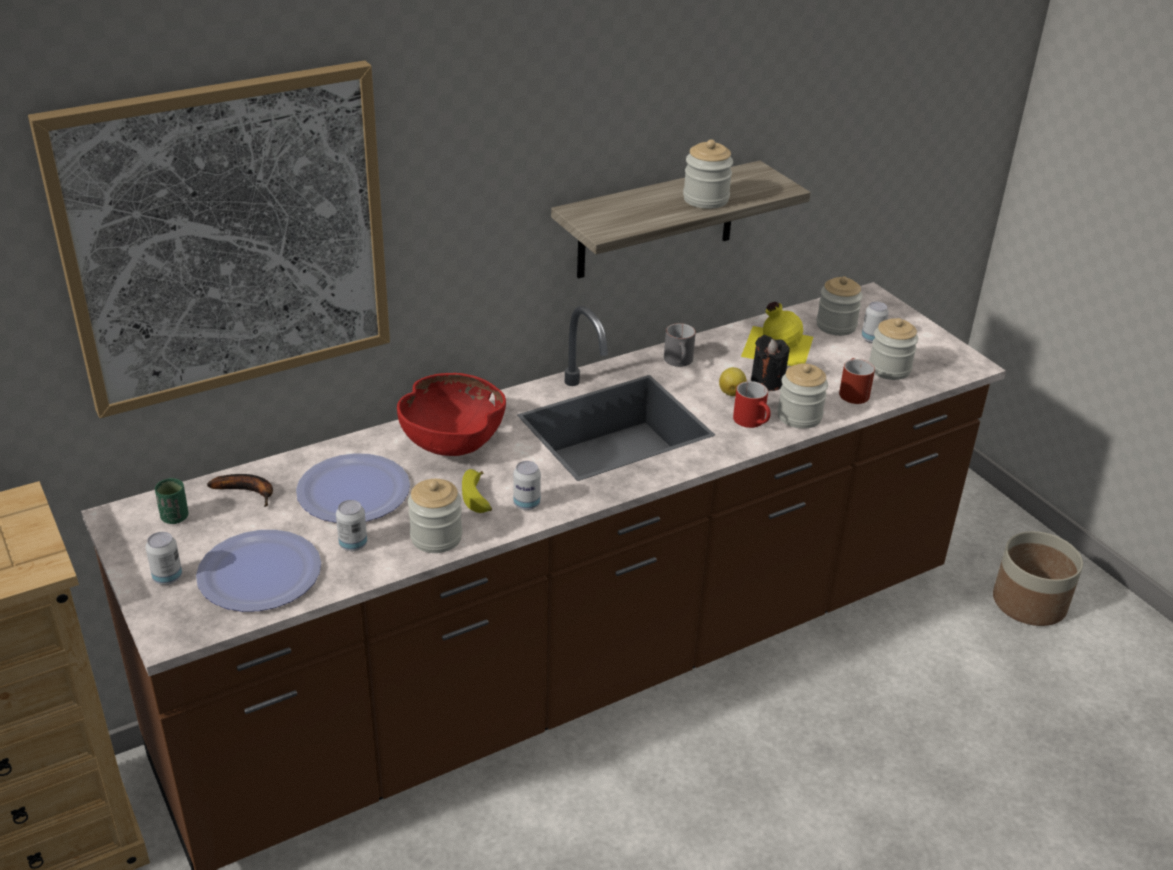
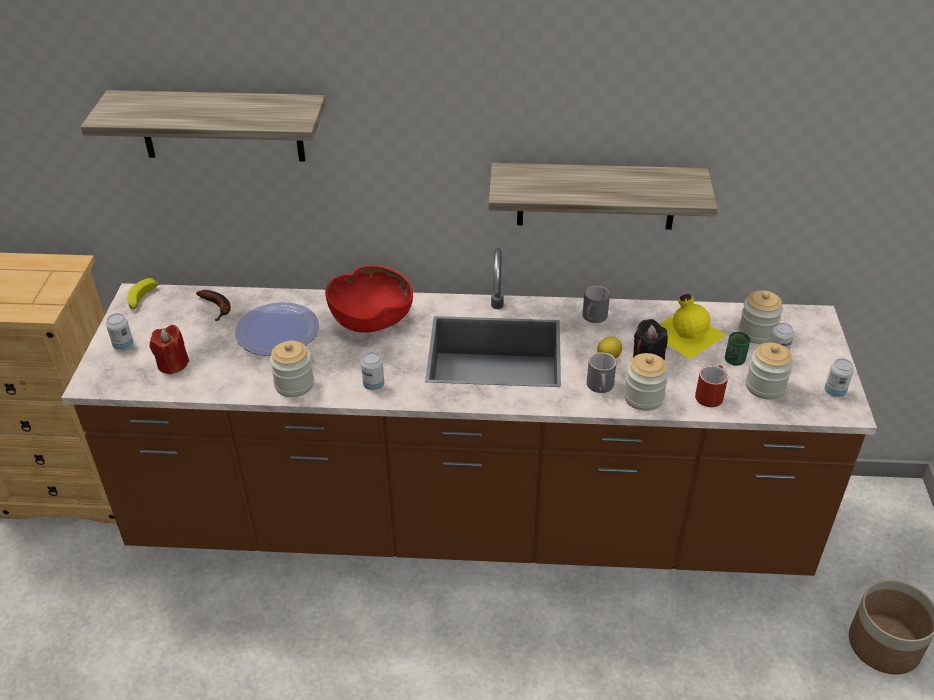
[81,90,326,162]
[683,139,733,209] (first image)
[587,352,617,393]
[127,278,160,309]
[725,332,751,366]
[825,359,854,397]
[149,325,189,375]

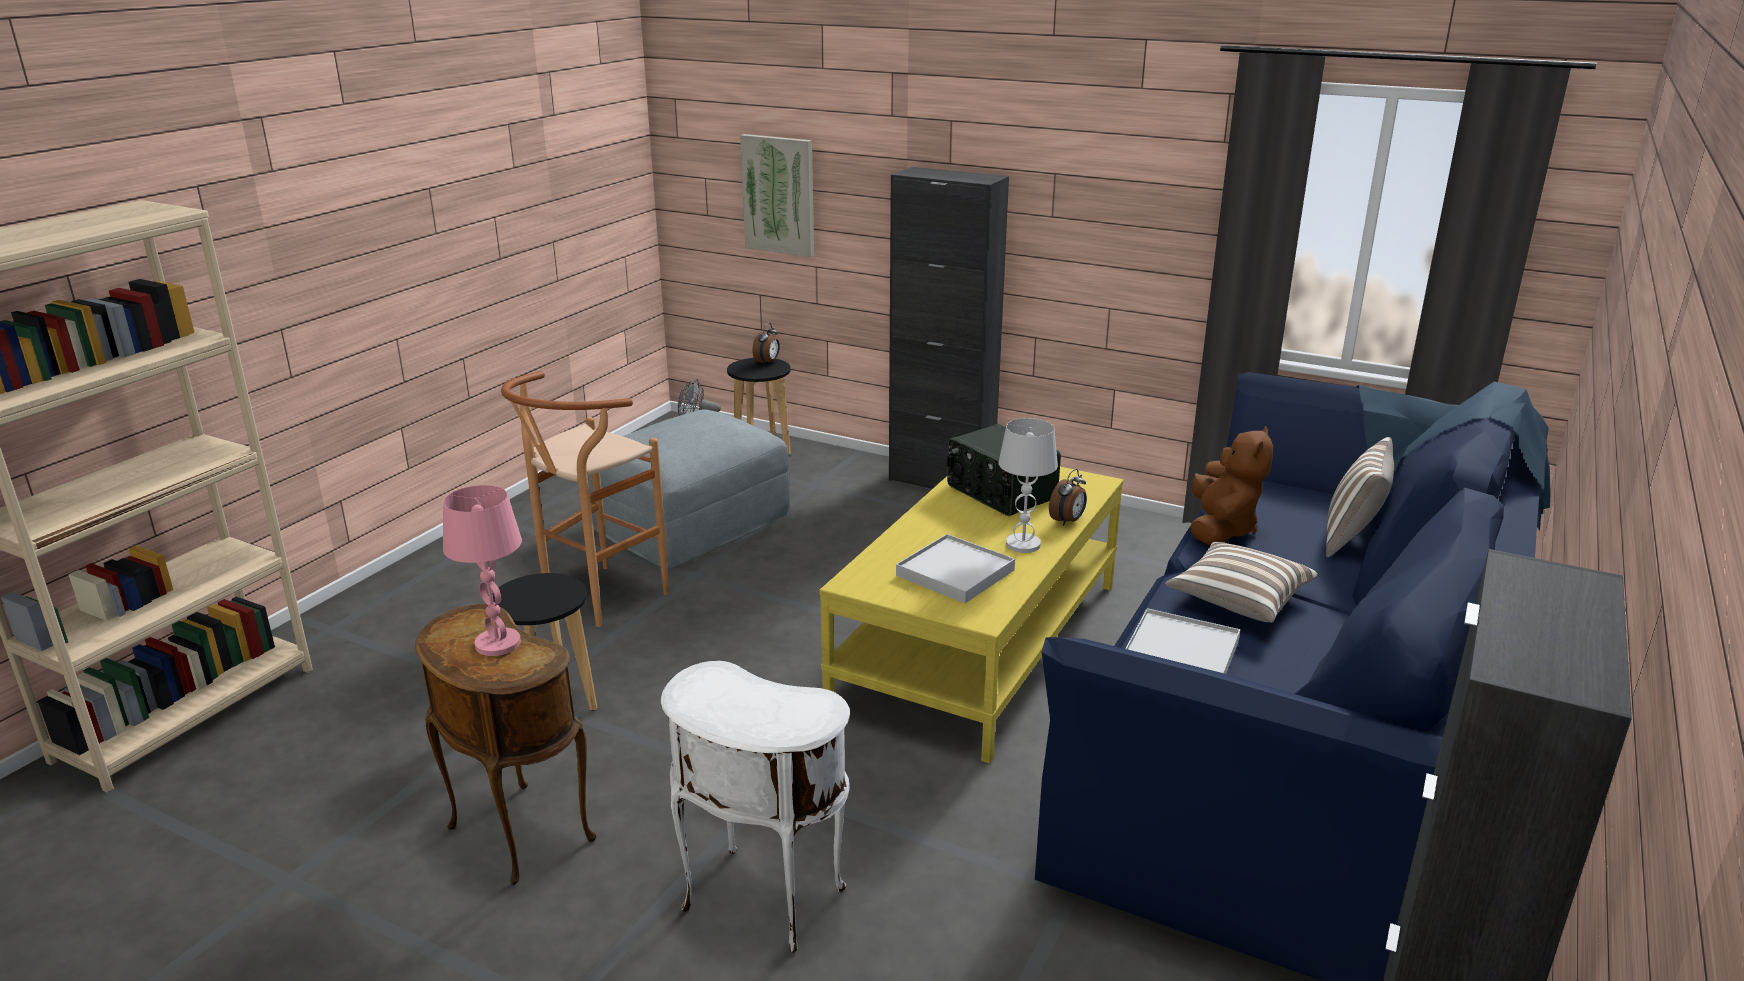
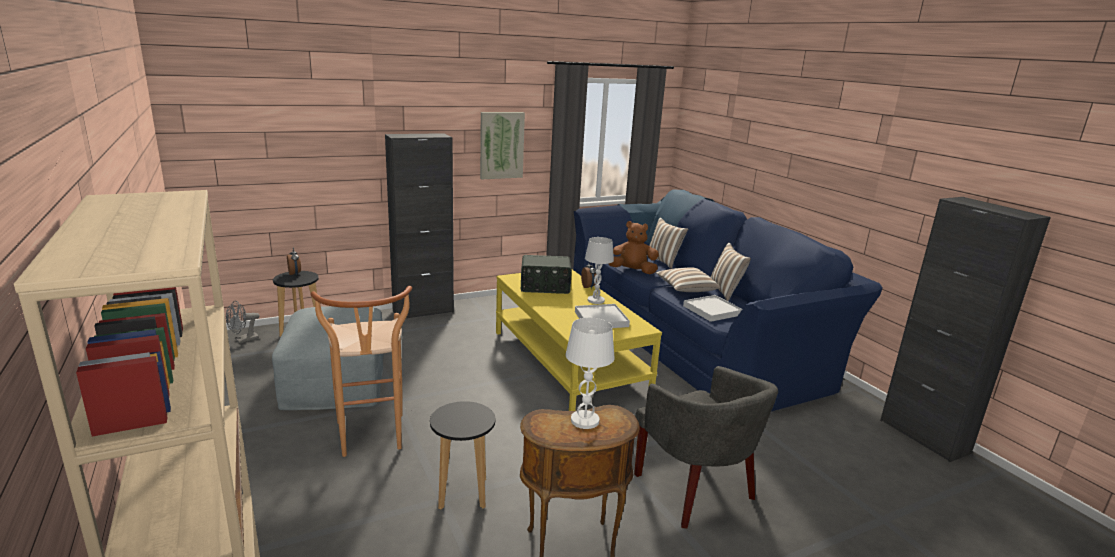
[480,112,525,179]
[608,221,659,274]
[566,317,615,429]
[634,366,778,529]
[711,243,751,301]

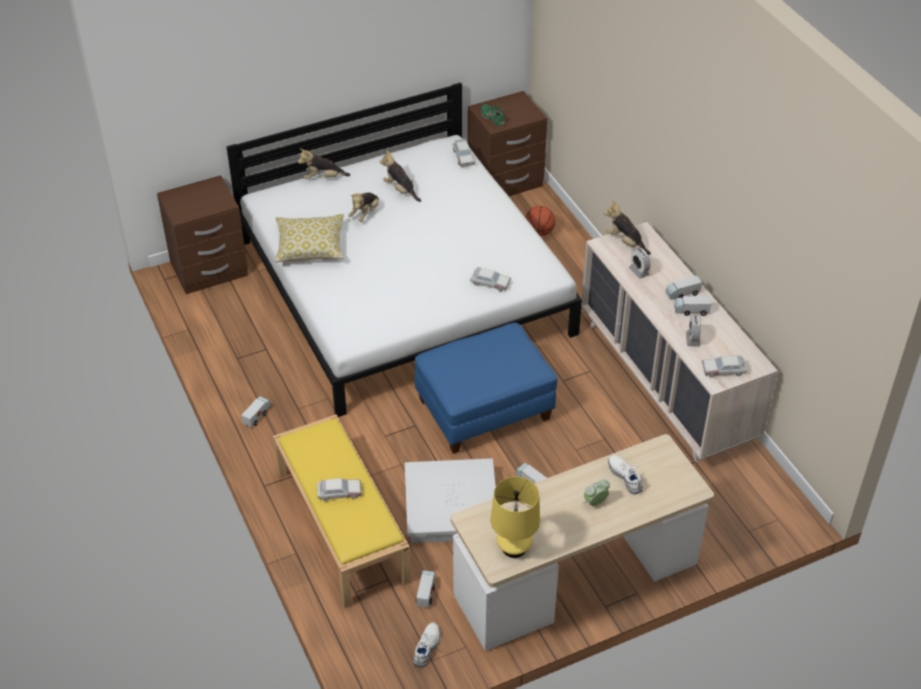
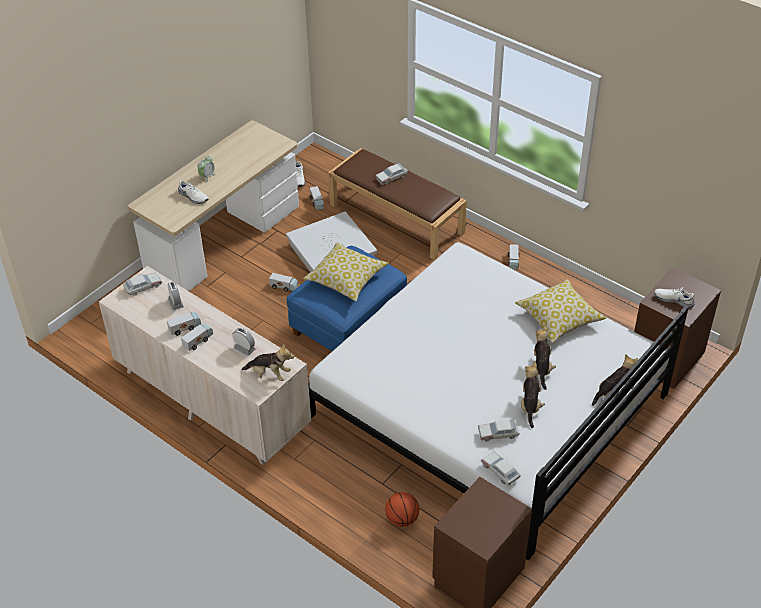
[481,104,507,126] (first image)
[521,362,545,428]
[478,420,519,442]
[328,148,467,260]
[491,477,540,558] (first image)
[303,242,389,302]
[654,287,695,308]

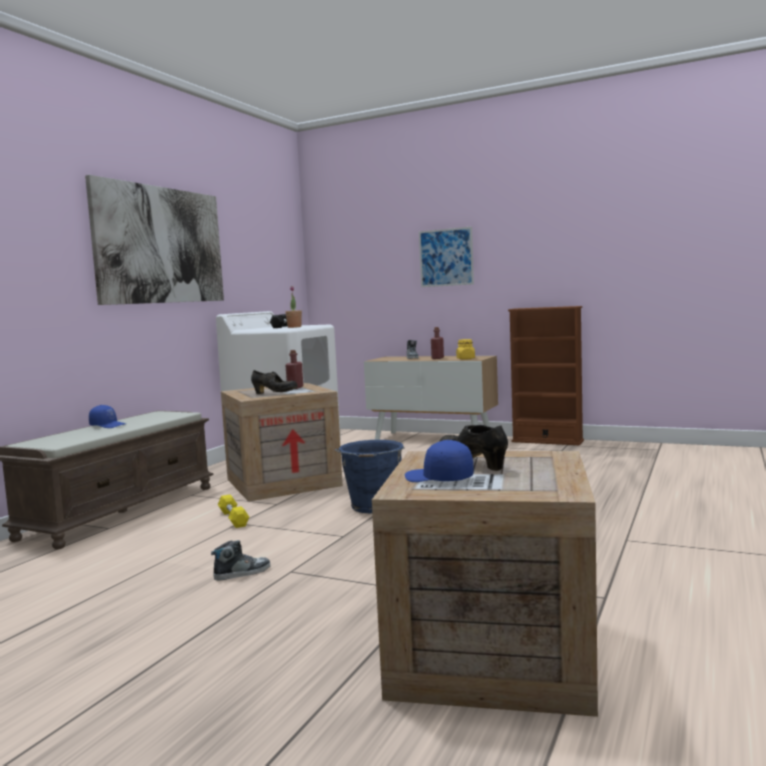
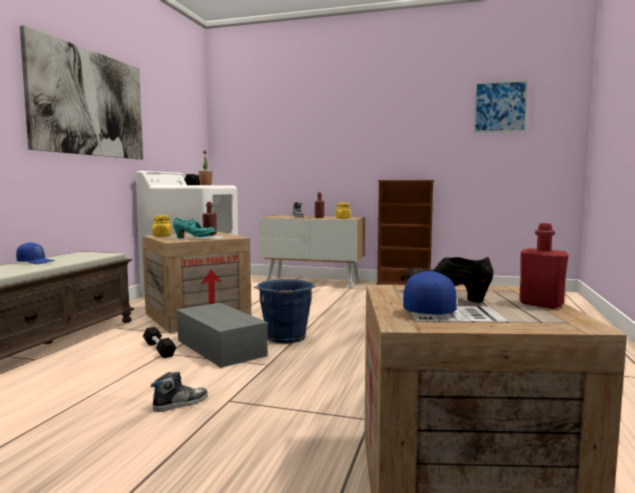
[473,80,529,133]
[173,217,216,238]
[403,271,457,315]
[143,327,176,358]
[152,216,172,237]
[519,223,569,309]
[176,303,268,368]

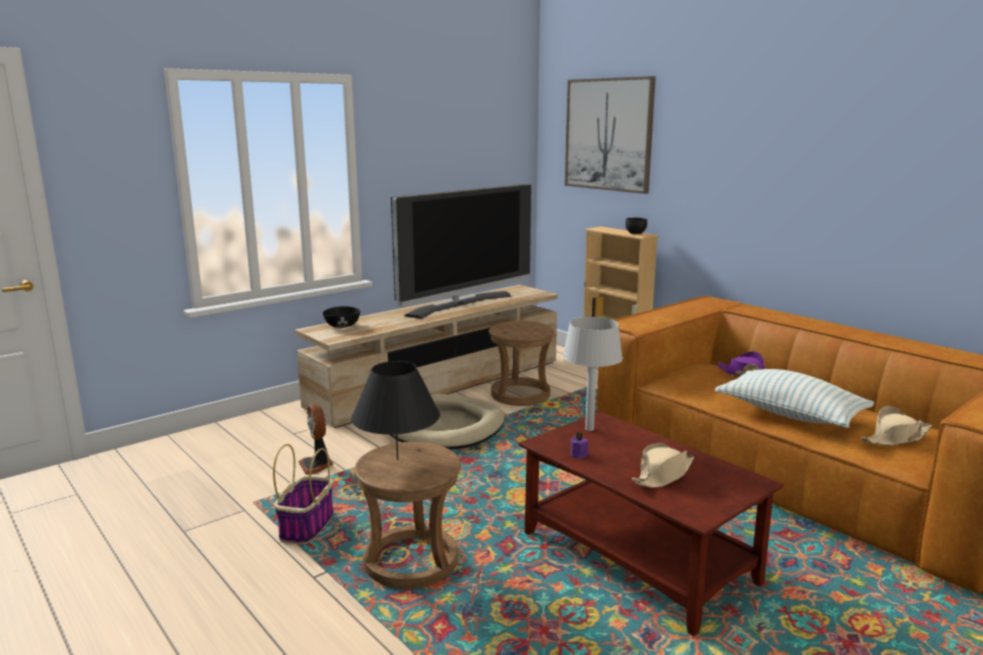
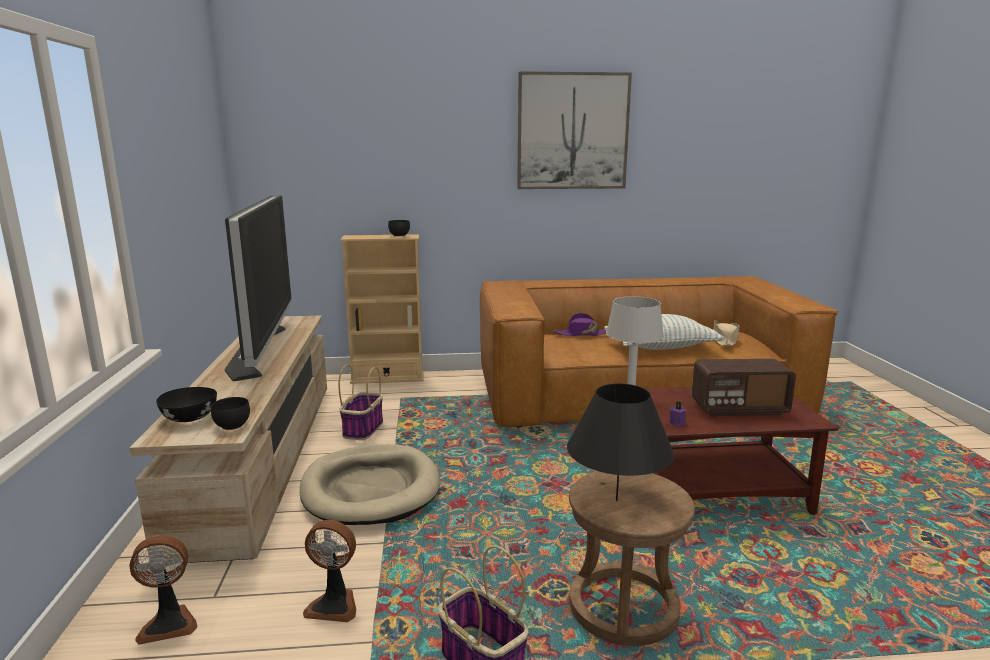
[517,71,632,189]
[338,364,383,440]
[692,359,796,416]
[211,397,250,430]
[129,535,198,645]

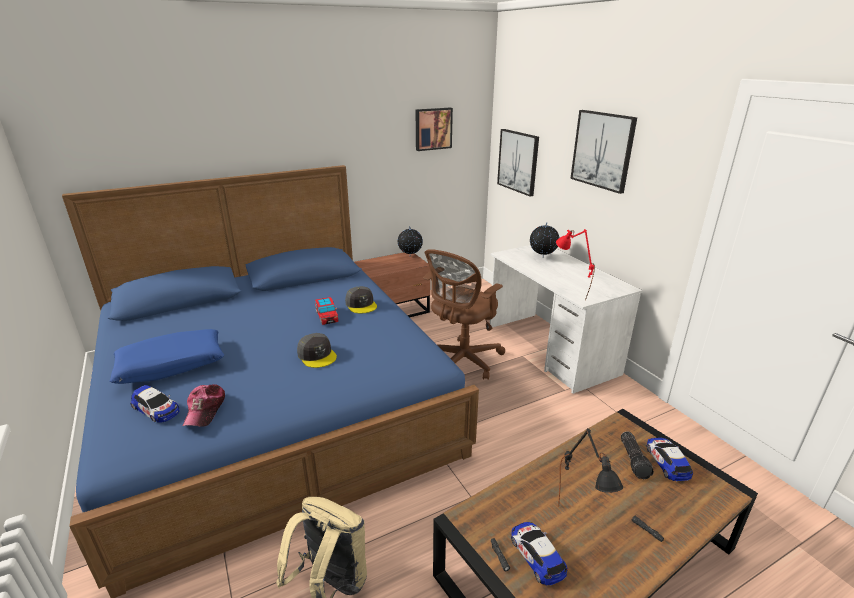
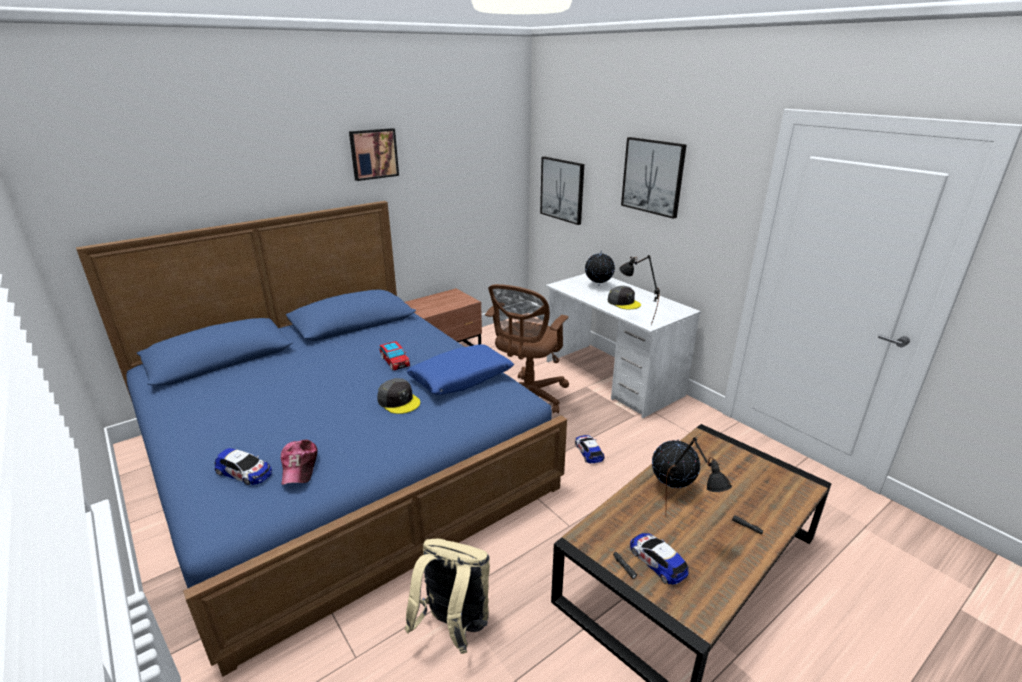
[349,128,399,181]
[652,439,700,488]
[619,255,660,325]
[608,286,641,309]
[407,344,514,395]
[621,431,654,479] (first image)
[575,435,604,464]

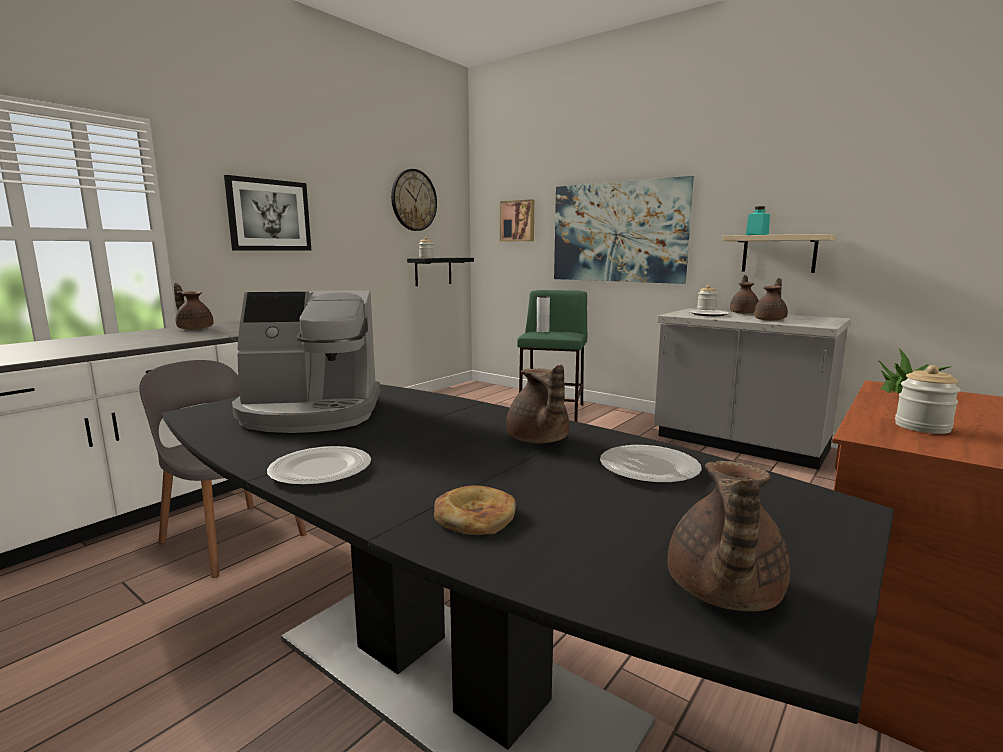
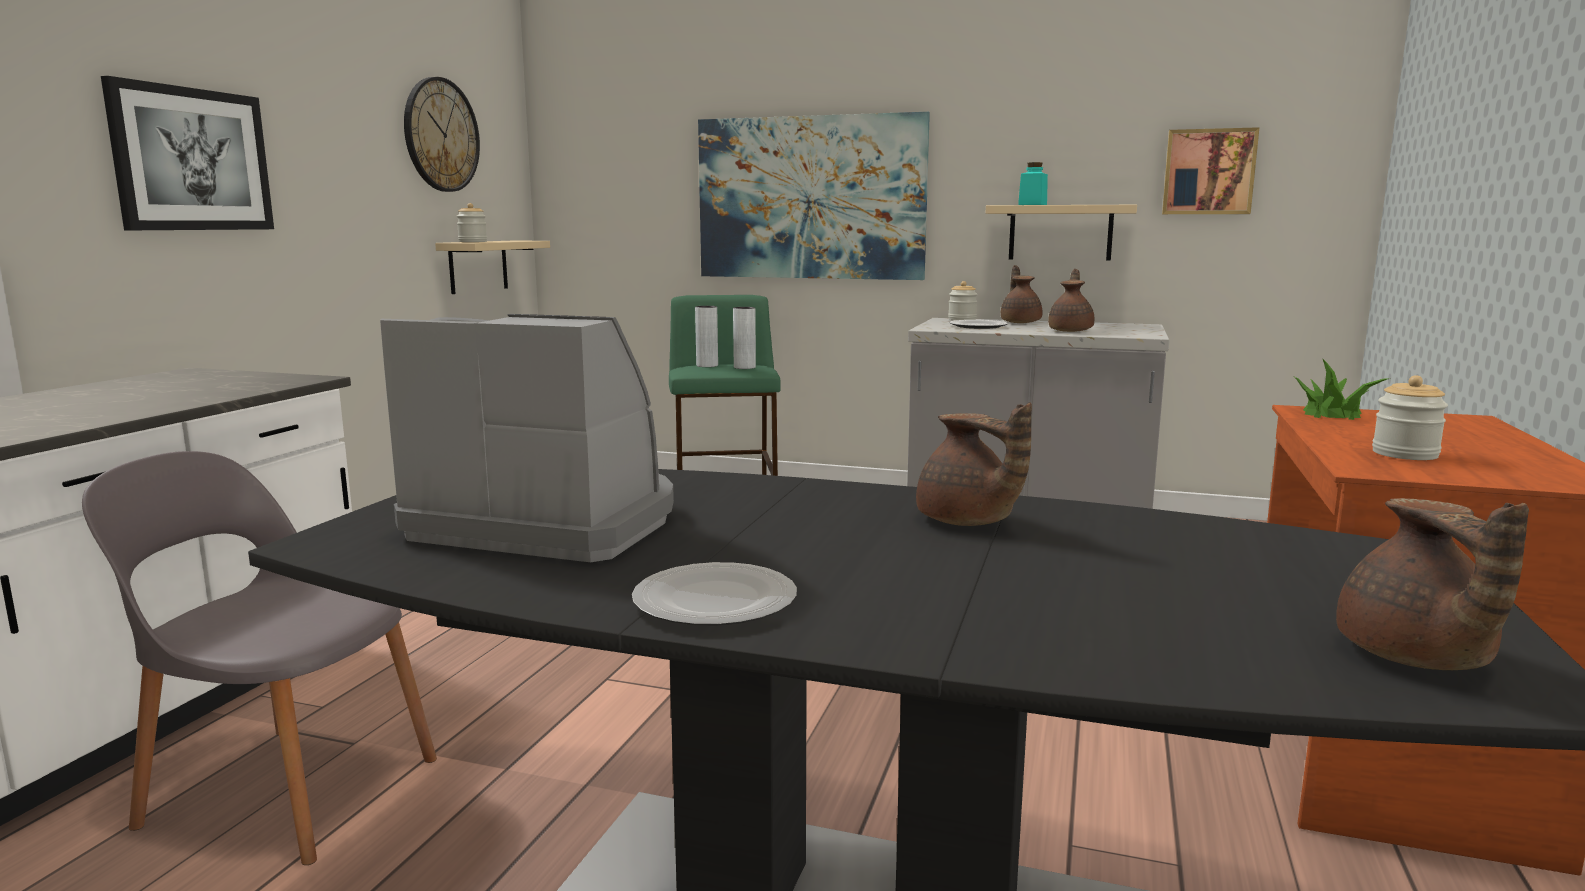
[1162,127,1260,214]
[435,241,550,294]
[174,283,213,330] (first image)
[380,314,674,562]
[600,445,702,483] (first image)
[434,485,516,535] (first image)
[733,307,756,369]

